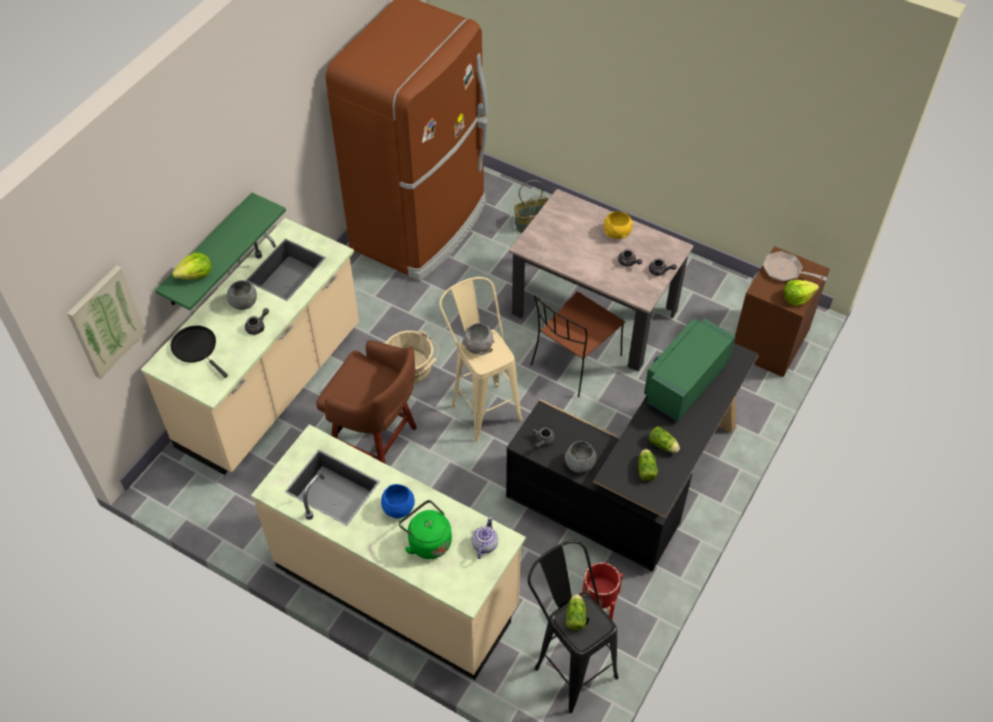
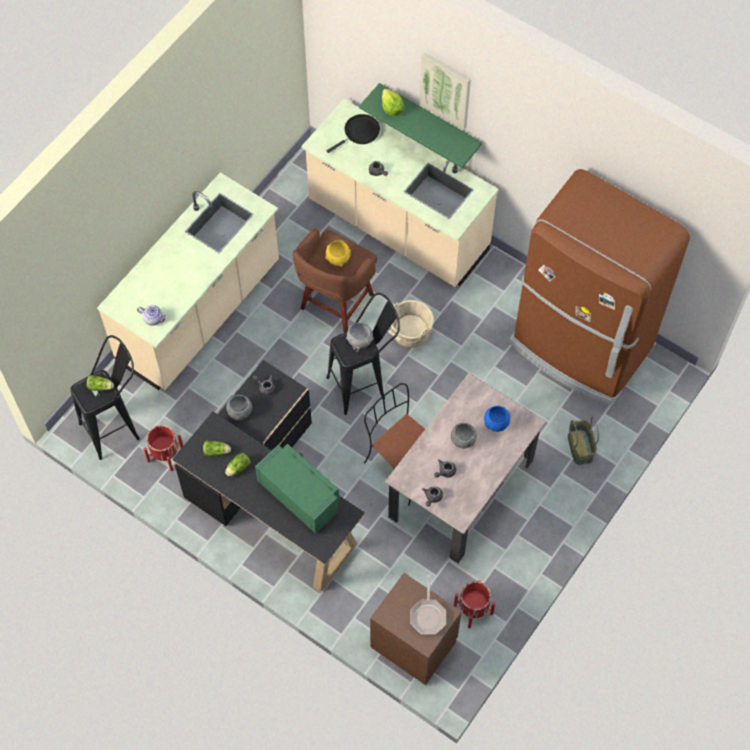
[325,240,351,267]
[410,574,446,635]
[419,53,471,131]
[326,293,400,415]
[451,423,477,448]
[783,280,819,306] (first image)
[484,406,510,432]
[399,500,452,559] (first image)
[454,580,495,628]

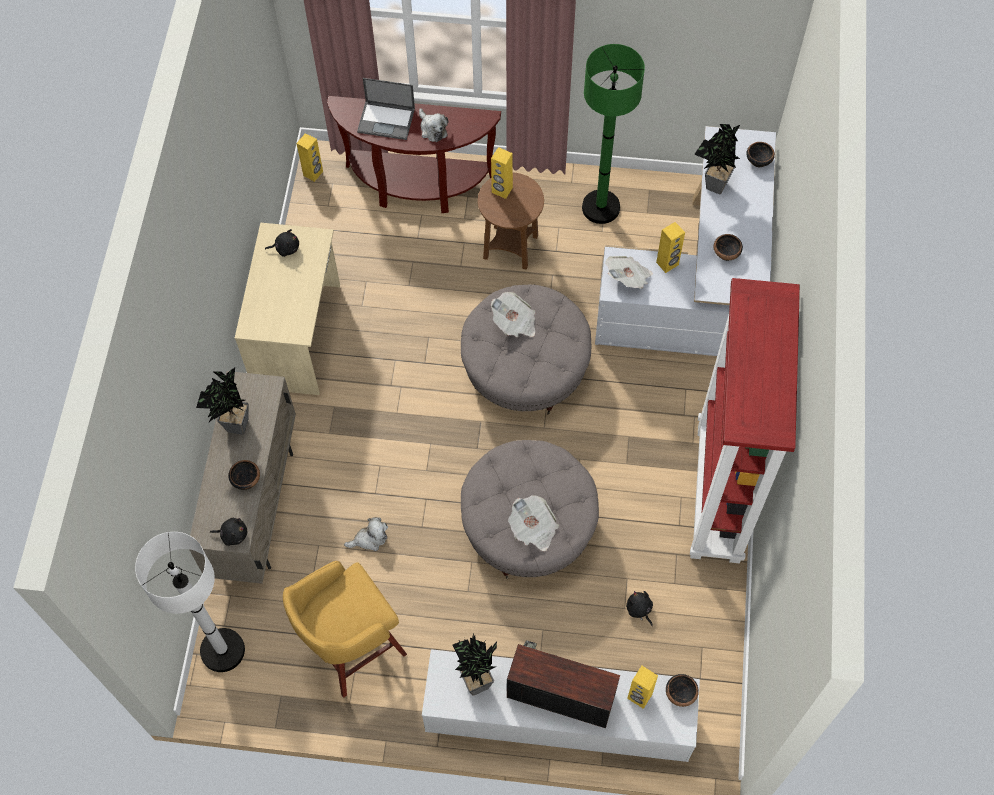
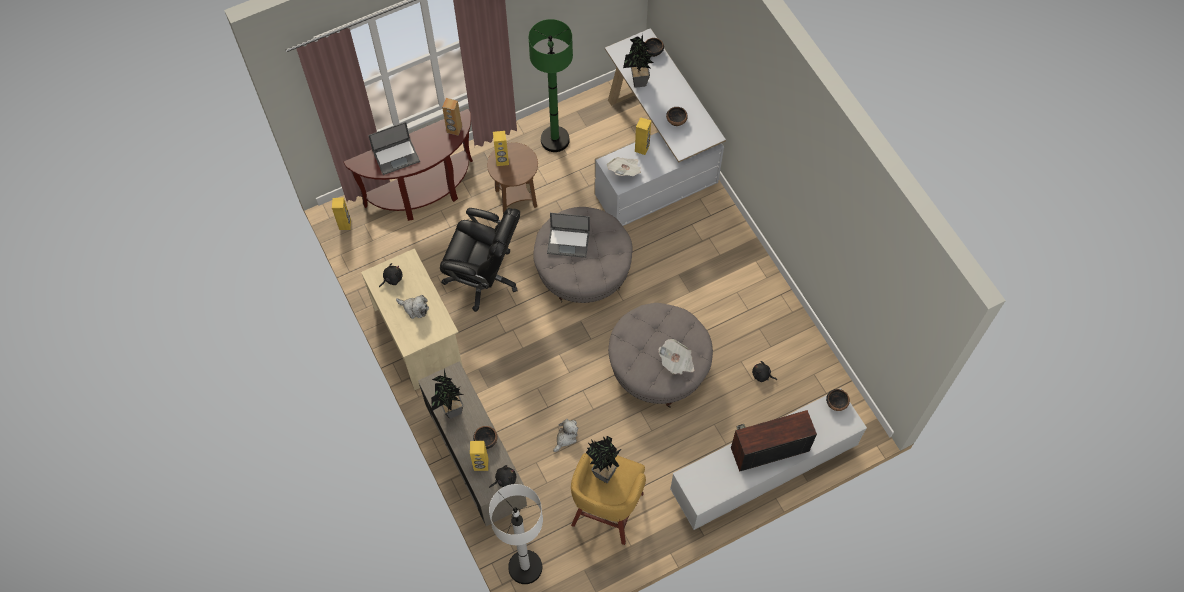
[396,295,429,319]
[690,278,800,563] (first image)
[547,213,590,258]
[586,436,621,483]
[470,441,488,471]
[442,98,462,136]
[440,208,520,312]

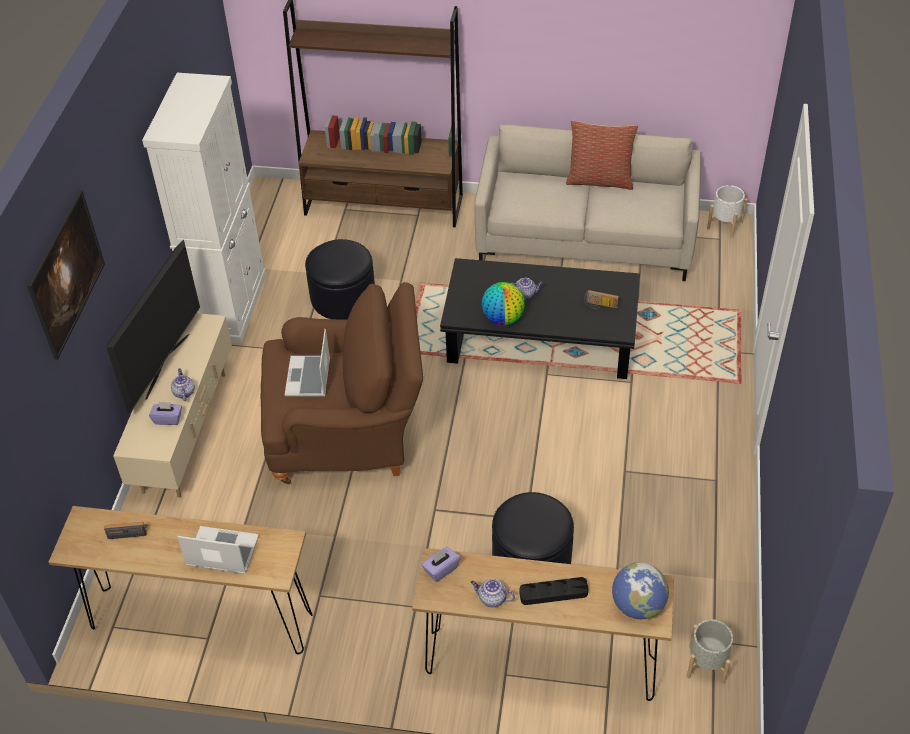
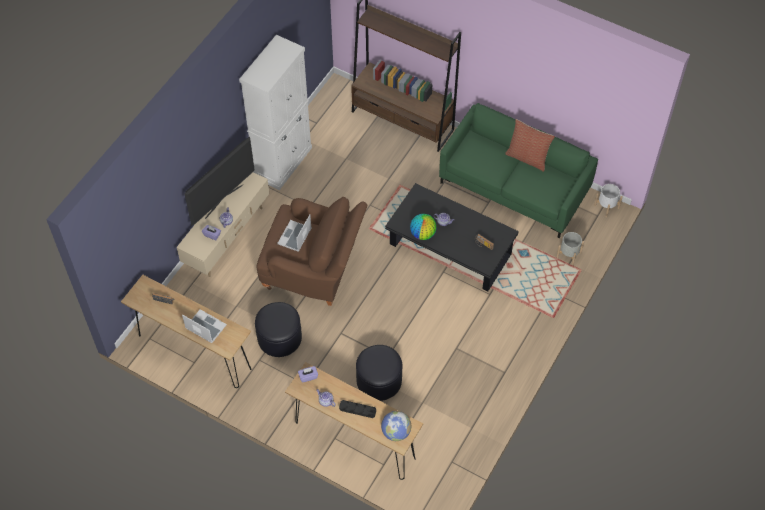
[439,103,598,238]
[27,190,105,360] (first image)
[255,302,302,357]
[556,232,584,266]

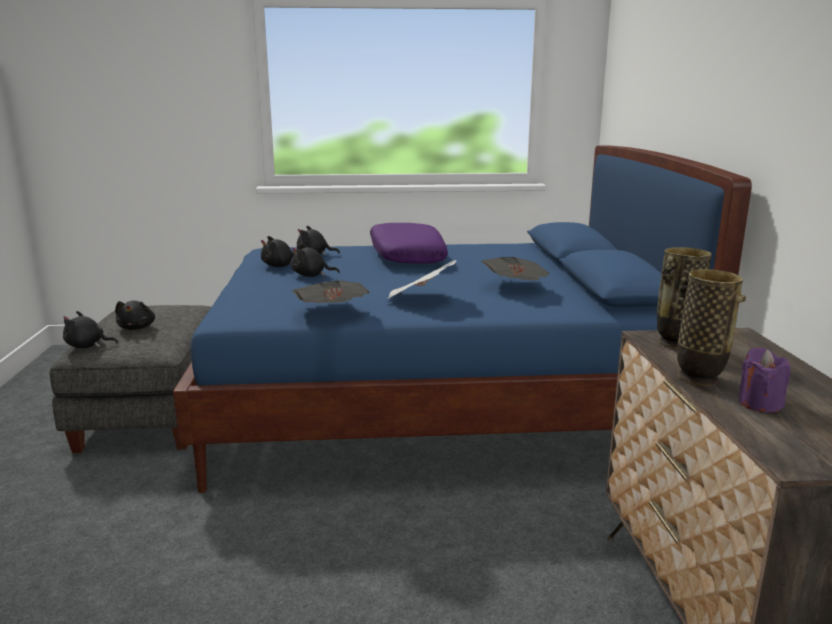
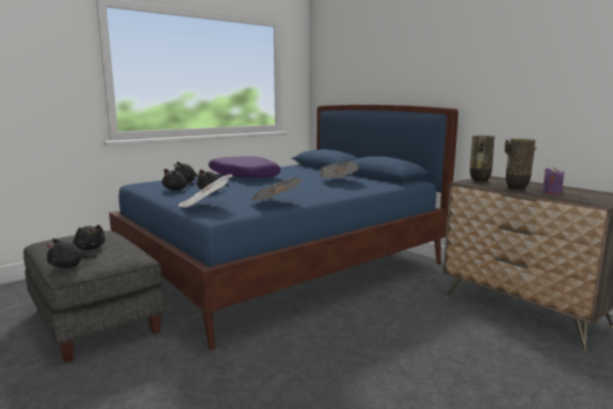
[179,174,232,208]

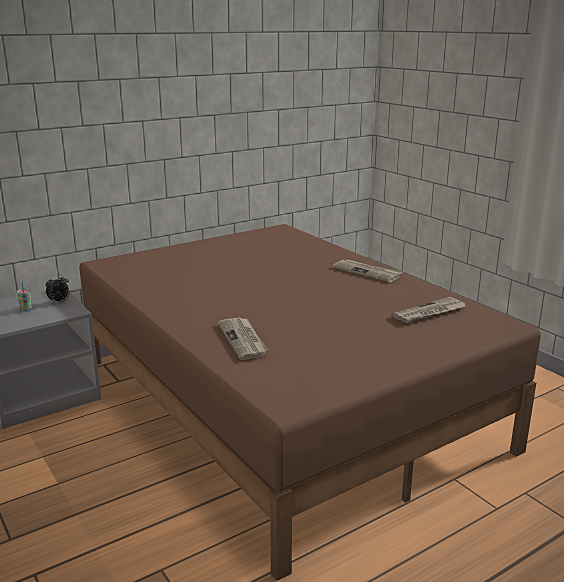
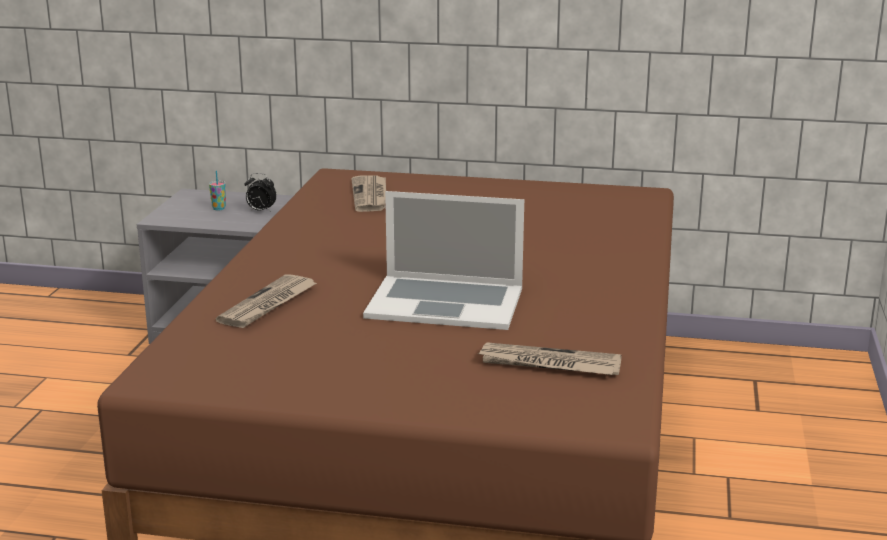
[351,175,386,212]
[363,191,524,330]

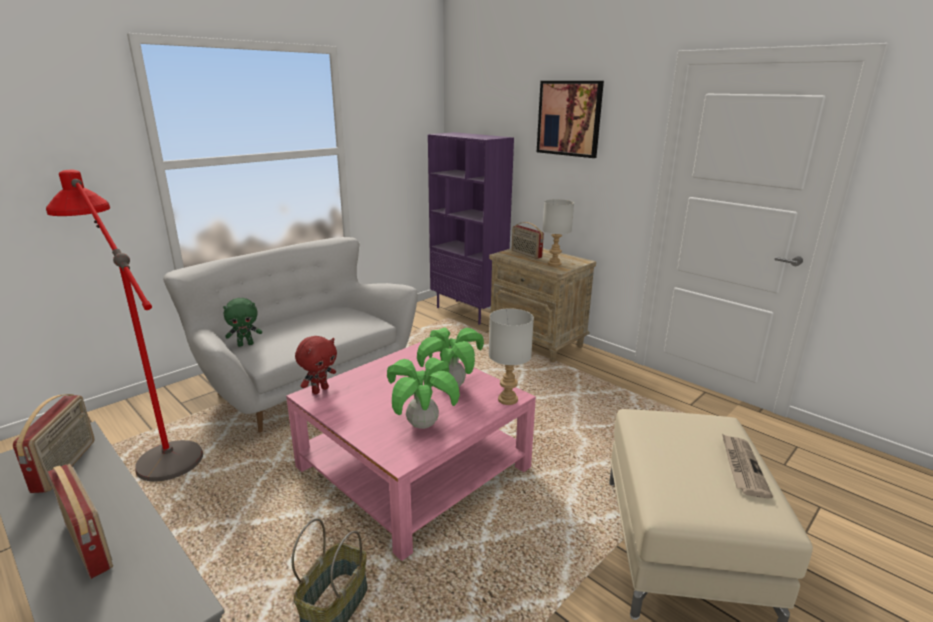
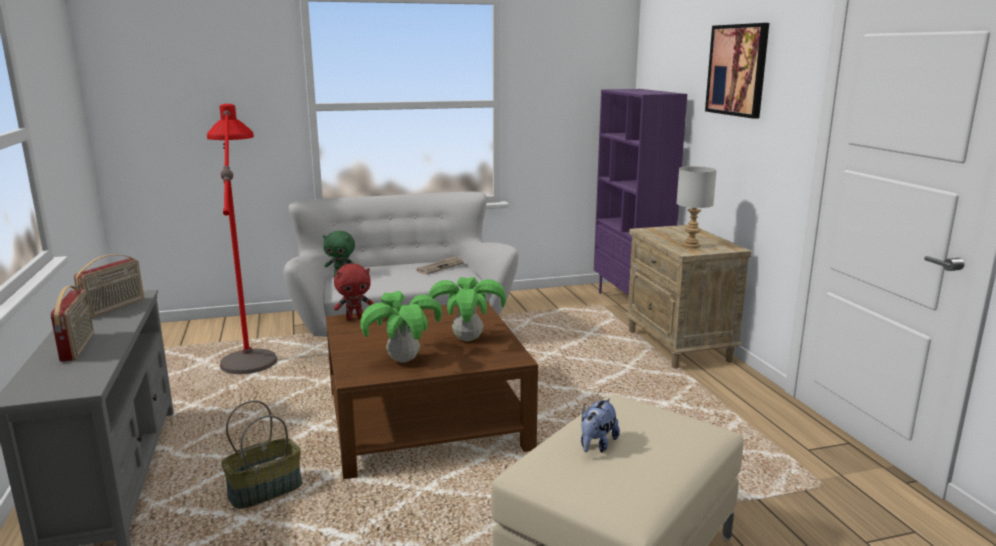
[512,222,544,259] (first image)
[489,308,534,405] (first image)
[326,301,538,479]
[416,256,464,275]
[581,398,620,453]

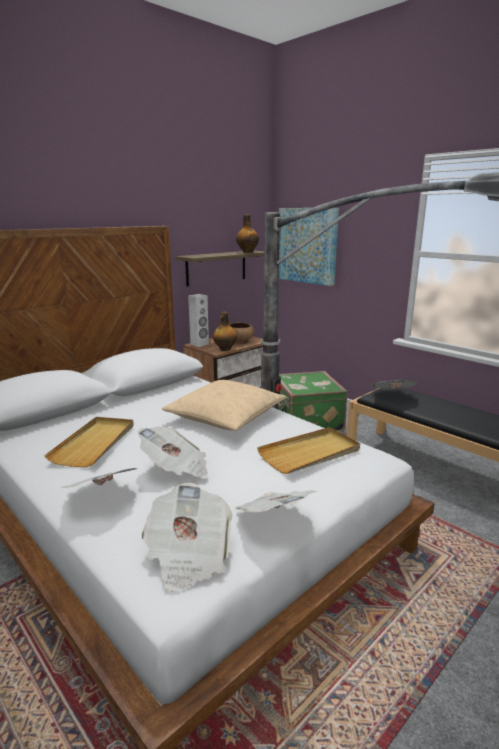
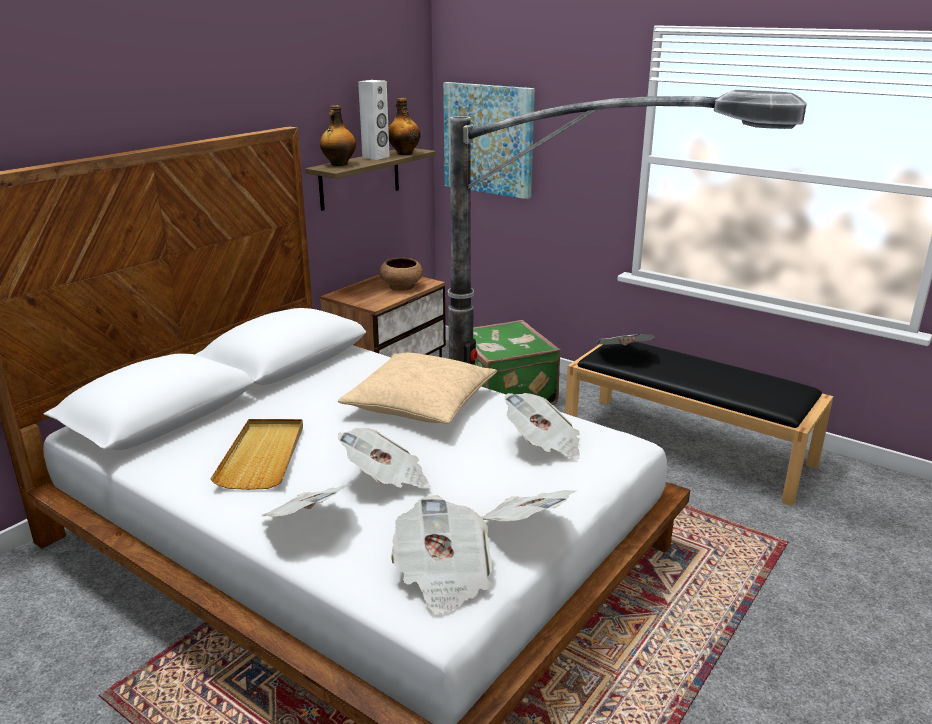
[358,80,390,160]
[320,105,356,166]
[504,393,580,459]

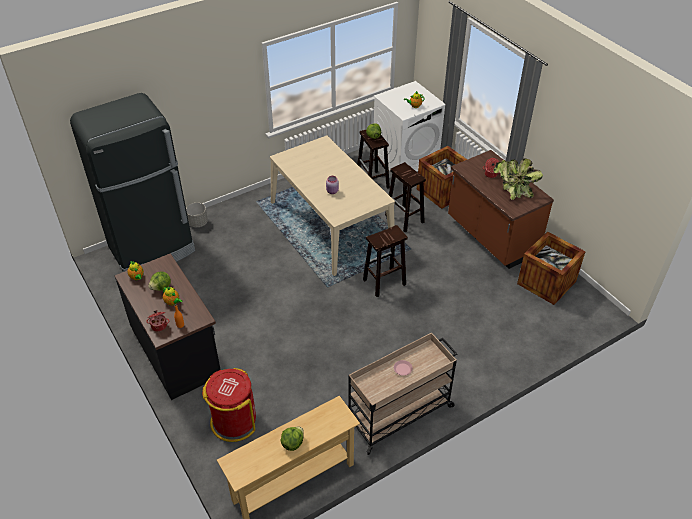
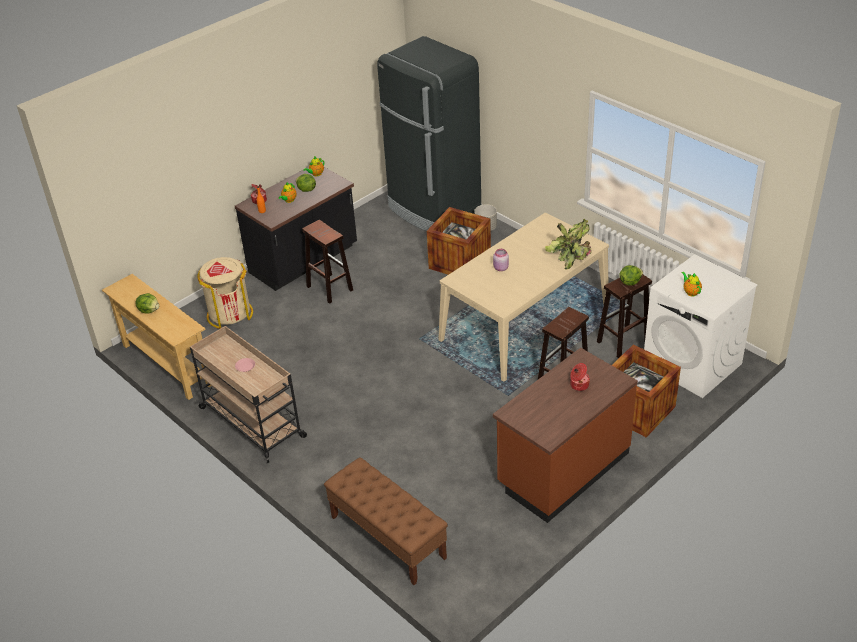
[545,219,592,270]
[302,220,353,304]
[427,207,491,275]
[197,257,253,329]
[324,457,448,585]

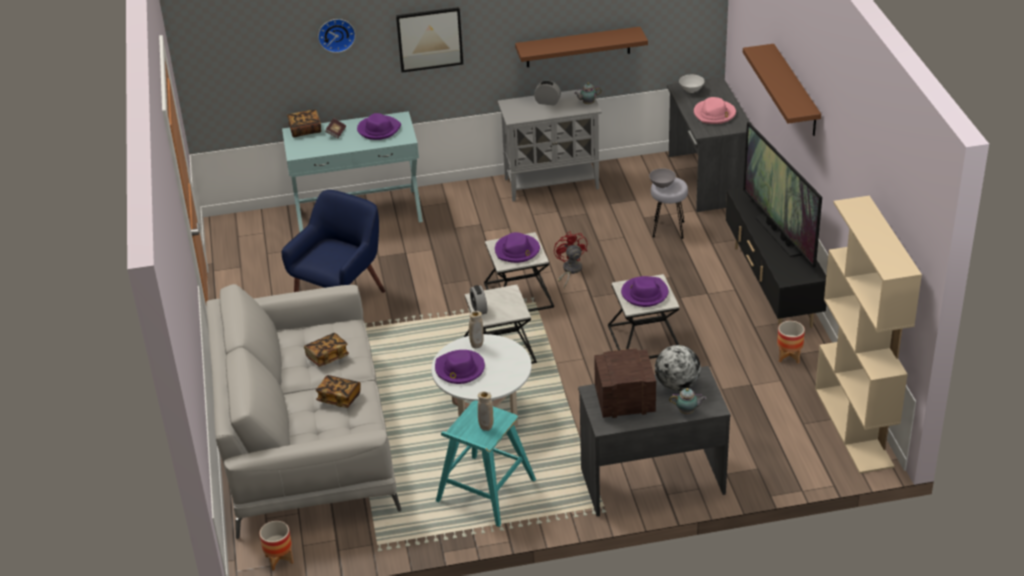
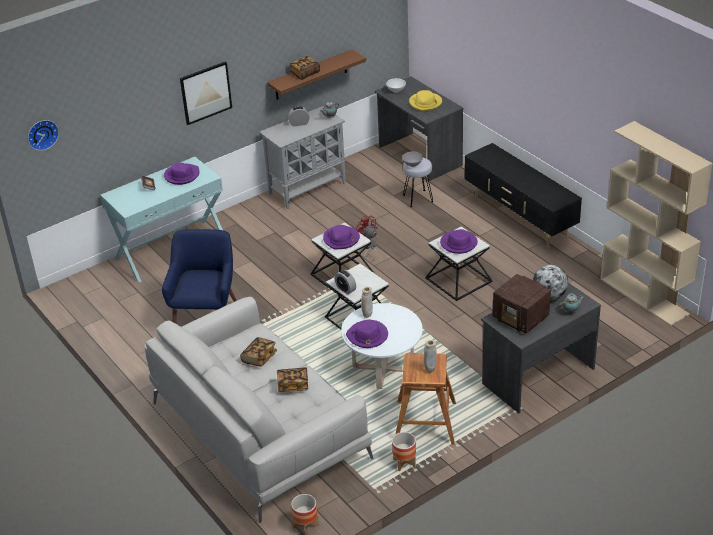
[28,120,59,151]
[743,44,821,136] (first image)
[409,90,442,111]
[289,56,320,80]
[743,122,822,267] (first image)
[392,432,416,471]
[493,274,551,334]
[396,353,456,445]

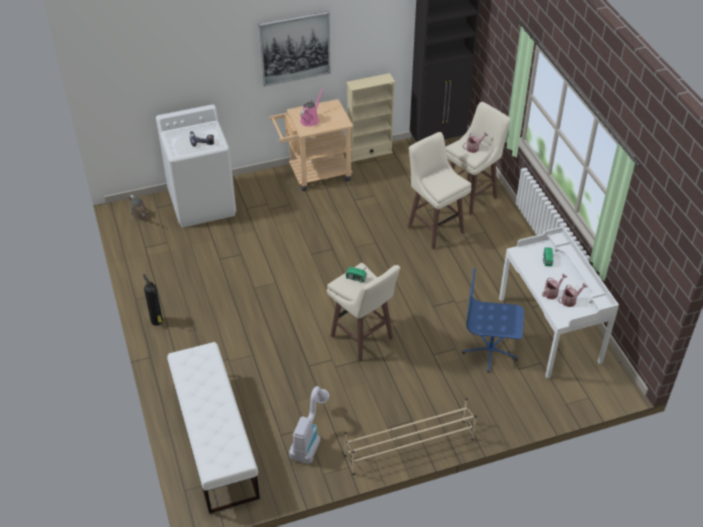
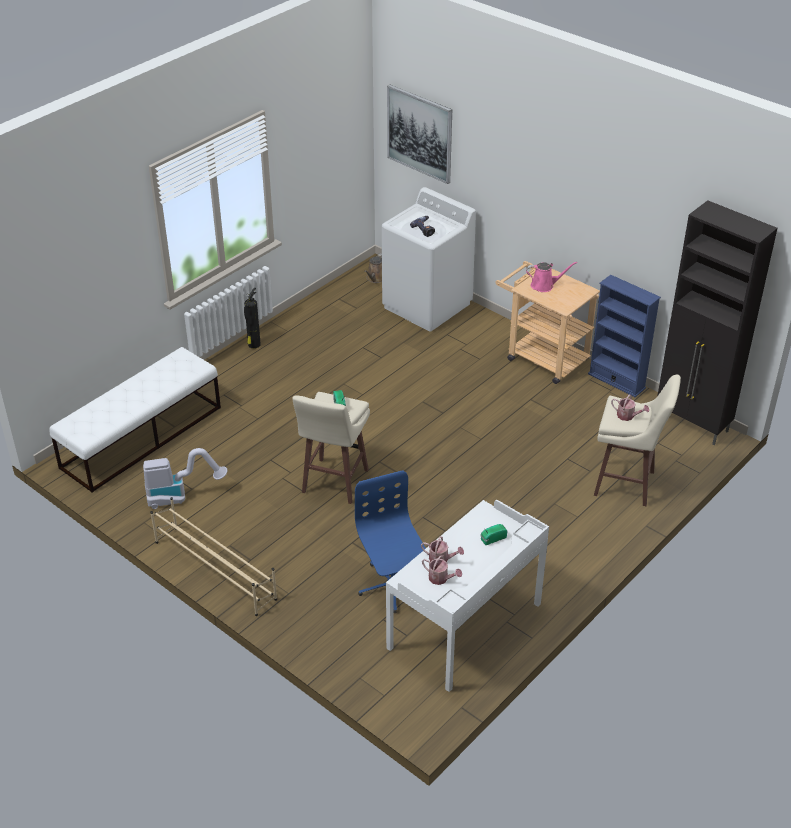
[387,85,452,184]
[588,275,661,397]
[408,132,471,249] (first image)

